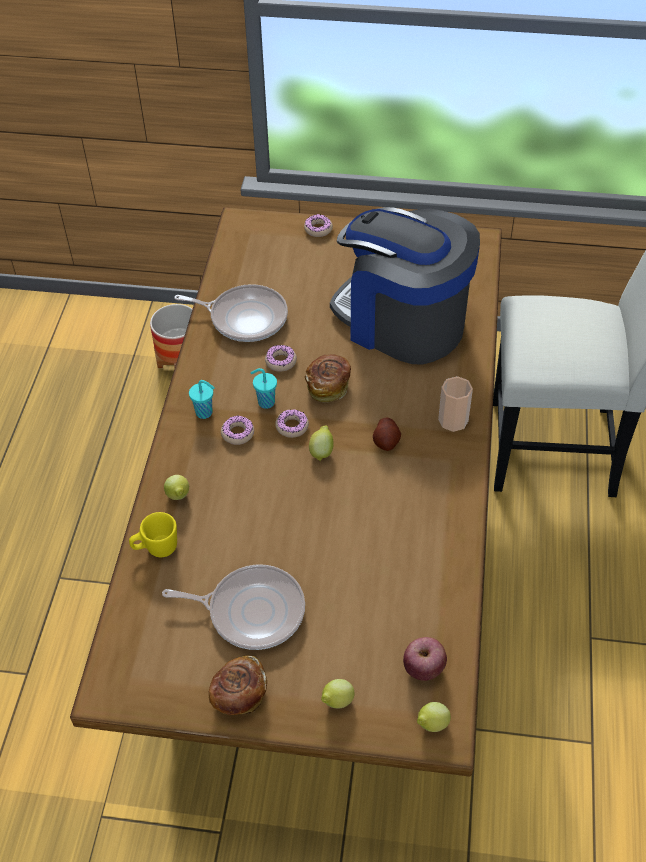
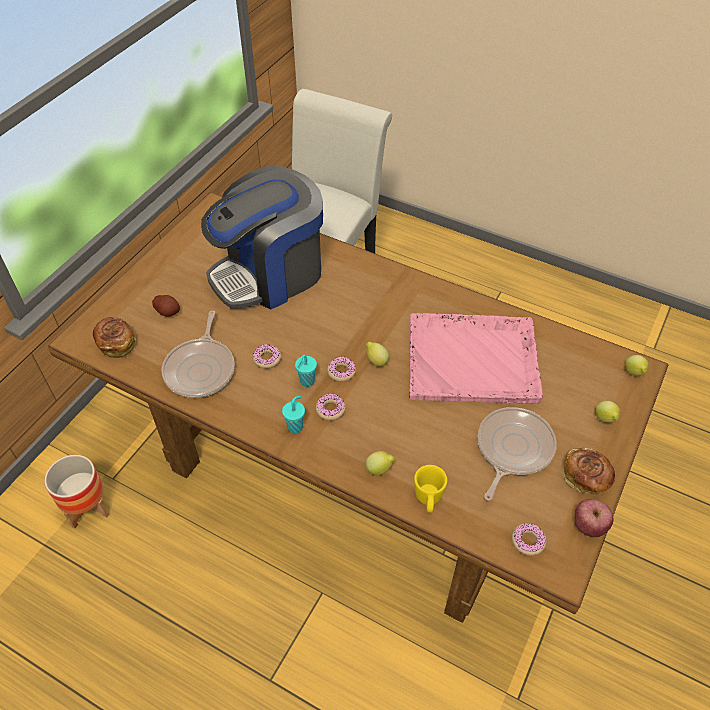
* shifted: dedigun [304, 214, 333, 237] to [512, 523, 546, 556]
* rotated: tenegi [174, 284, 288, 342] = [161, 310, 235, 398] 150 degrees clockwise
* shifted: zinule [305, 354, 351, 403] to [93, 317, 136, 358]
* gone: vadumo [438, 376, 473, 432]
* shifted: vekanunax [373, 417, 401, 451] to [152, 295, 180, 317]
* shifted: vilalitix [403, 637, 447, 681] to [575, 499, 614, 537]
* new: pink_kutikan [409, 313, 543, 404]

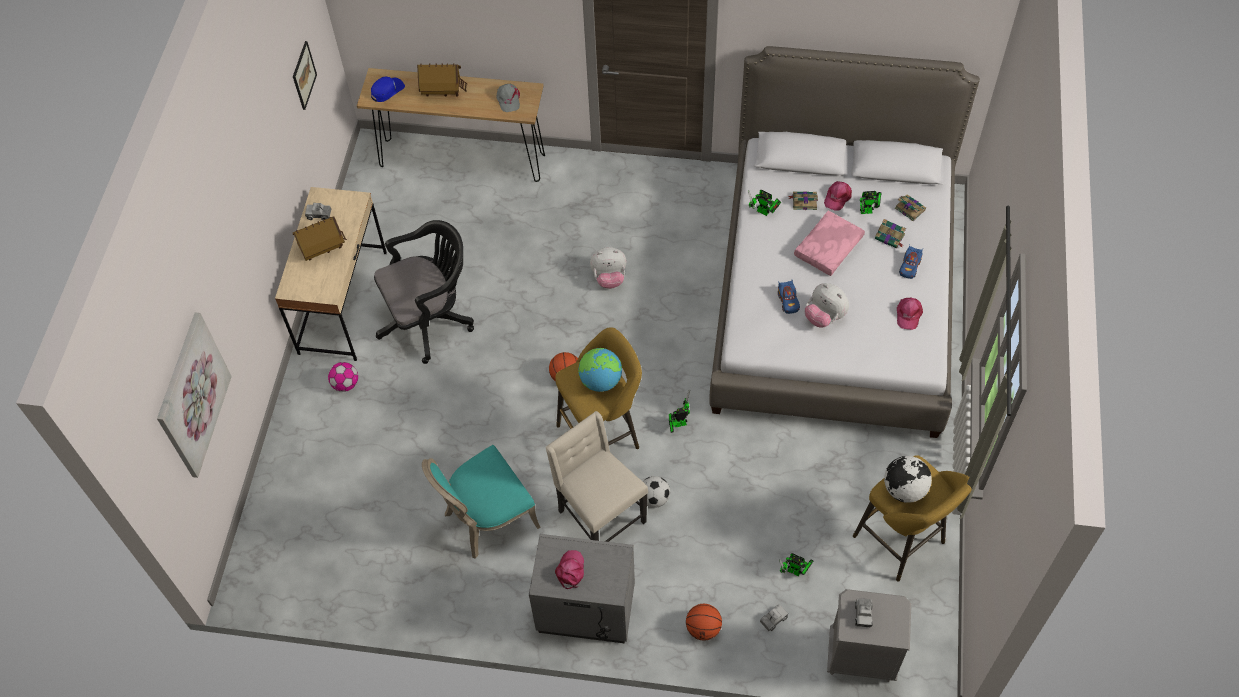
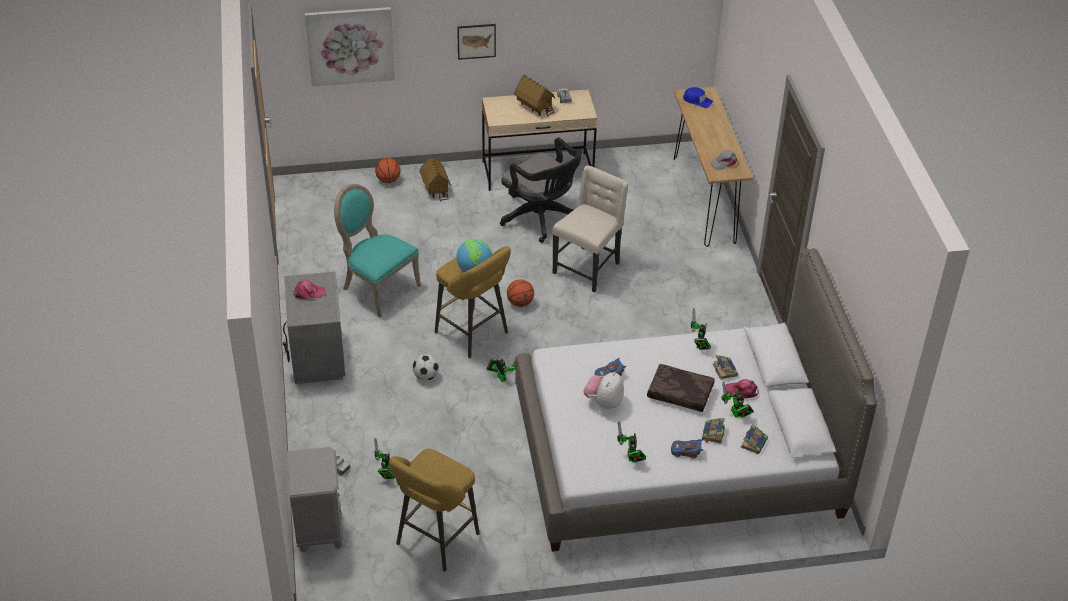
* shifted: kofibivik [293, 41, 317, 110] to [457, 24, 496, 60]
* shifted: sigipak [417, 64, 467, 97] to [420, 155, 451, 202]
* repainted: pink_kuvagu [794, 211, 865, 276] to brown_kuvagu [647, 364, 715, 412]
* gone: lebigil [590, 247, 626, 289]
* swapped: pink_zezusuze [897, 298, 923, 330] to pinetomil [617, 422, 646, 462]
* gone: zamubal [328, 362, 358, 392]
* shifted: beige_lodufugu [545, 411, 648, 542] to [552, 165, 629, 293]
* gone: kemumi [884, 456, 932, 503]
* gone: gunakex [855, 598, 873, 627]
* shifted: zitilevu [686, 604, 722, 641] to [375, 158, 401, 183]

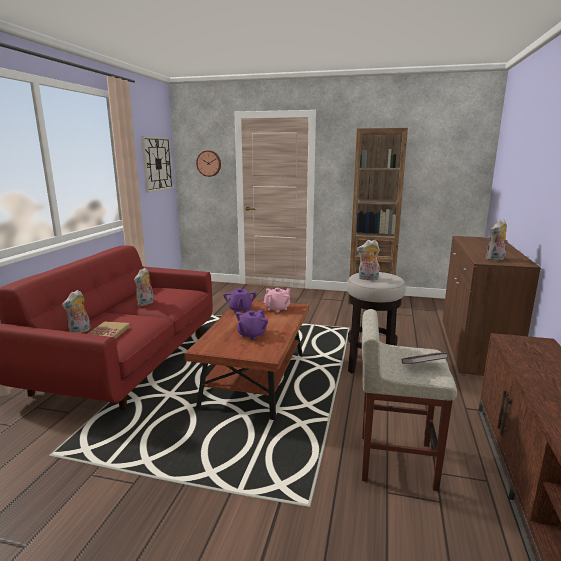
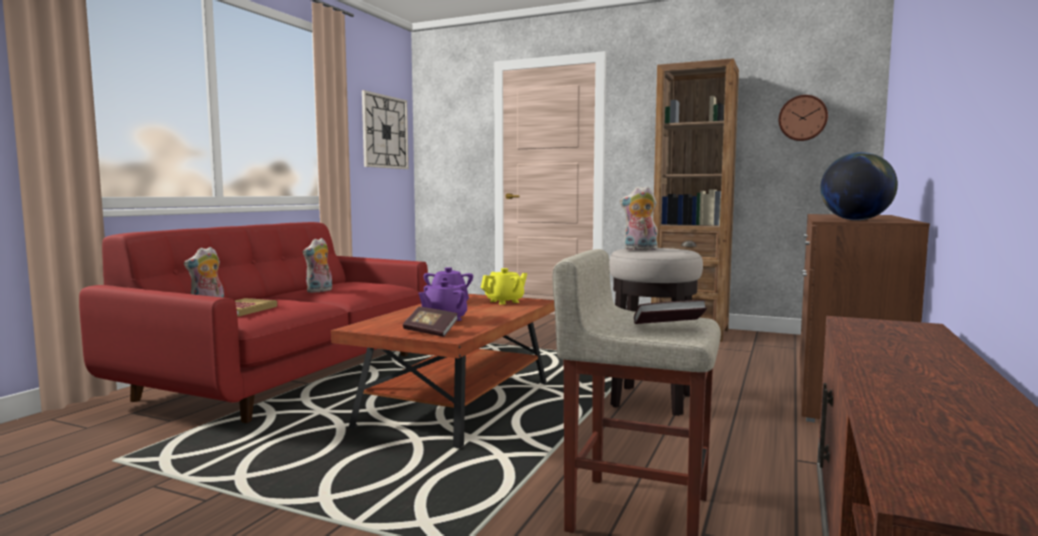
* shifted: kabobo [196, 150, 221, 177] to [779, 95, 828, 141]
* swapped: lebigil [485, 219, 510, 261] to kemumi [820, 152, 898, 220]
* repainted: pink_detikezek [264, 288, 290, 312] to yellow_detikezek [481, 268, 527, 305]
* new: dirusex [403, 307, 458, 337]

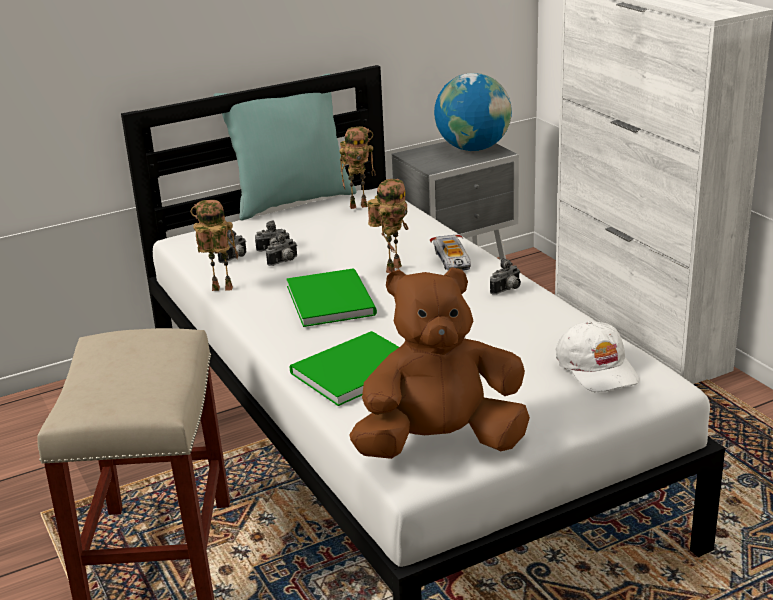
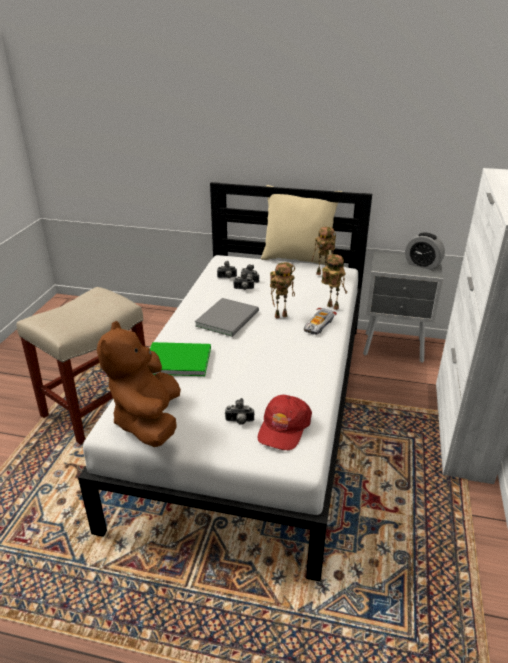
* repainted: turquoise_kuvagu [214, 73, 357, 221] to beige_kuvagu [261, 185, 342, 266]
* swapped: kemumi [434, 73, 512, 151] to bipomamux [405, 233, 445, 270]
* shifted: pinetomil [191, 200, 238, 291] to [321, 254, 347, 310]
* shifted: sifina [490, 258, 521, 295] to [225, 398, 254, 425]
* rotated: brown_lebigil [349, 267, 530, 459] = [97, 321, 181, 447] 120 degrees counterclockwise
* repainted: green_dirusex [286, 268, 377, 327] to grey_dirusex [195, 298, 259, 337]
* repainted: white_zezusuze [556, 321, 640, 392] to red_zezusuze [258, 395, 312, 450]

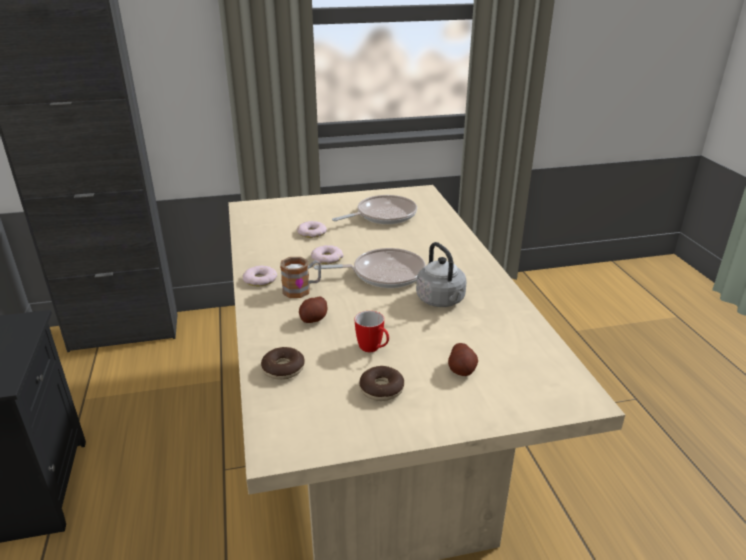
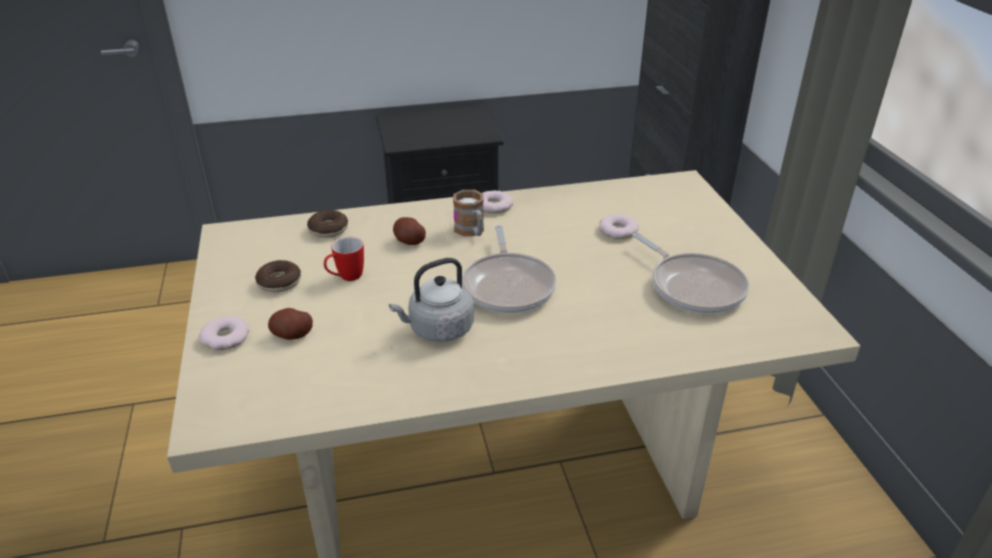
* shifted: dedigun [311, 245, 343, 264] to [199, 316, 249, 350]

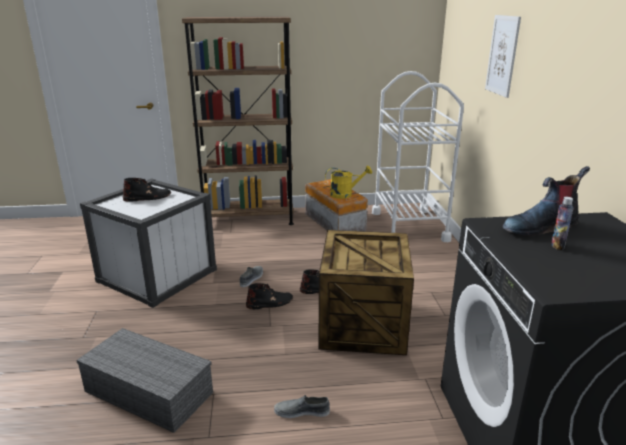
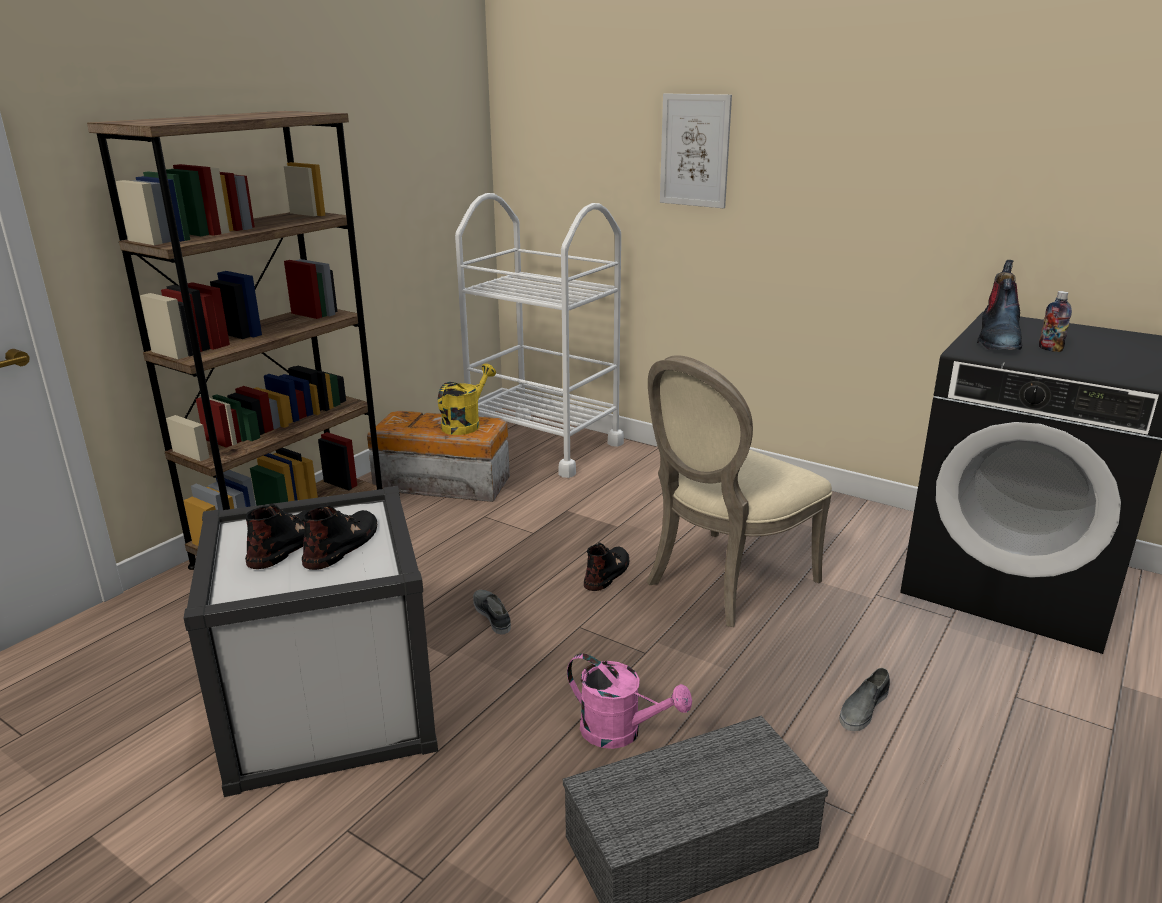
* swapped: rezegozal [318, 230, 414, 355] to beige_lodufugu [647, 355, 832, 627]
* shifted: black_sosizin [246, 283, 293, 309] to [302, 504, 377, 570]
* new: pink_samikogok [567, 653, 692, 749]

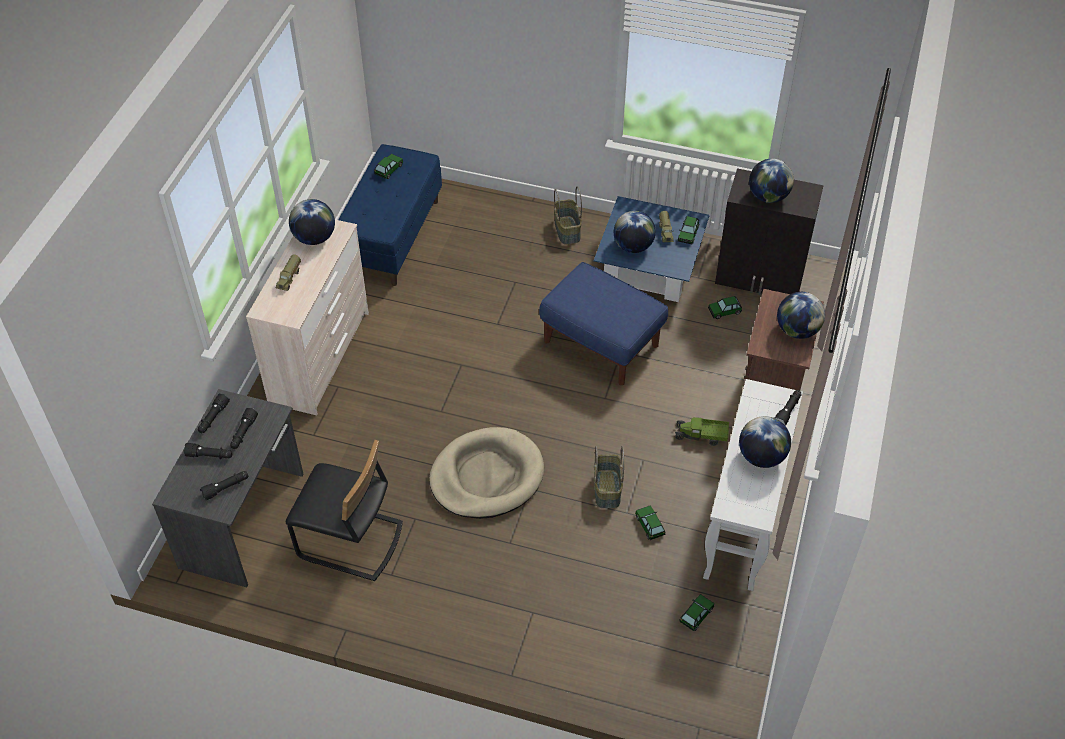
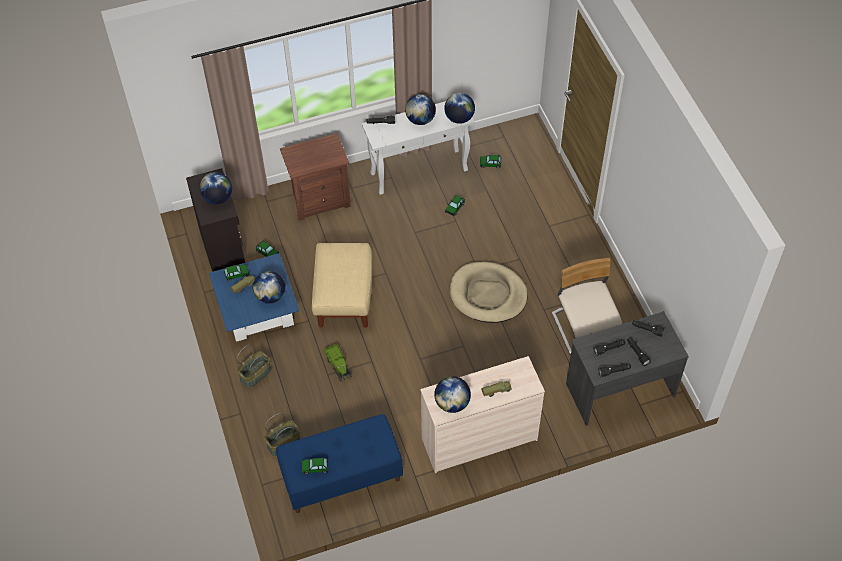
* repainted: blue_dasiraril [539, 262, 668, 385] to beige_dasiraril [312, 243, 372, 328]
* shifted: kemumi [777, 292, 825, 339] to [444, 93, 475, 124]
* shifted: gunakex [675, 417, 729, 446] to [324, 344, 352, 382]
* repainted: black_lodufugu [286, 440, 403, 581] to beige_lodufugu [552, 258, 623, 355]
* shifted: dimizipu [594, 446, 624, 508] to [264, 413, 301, 456]

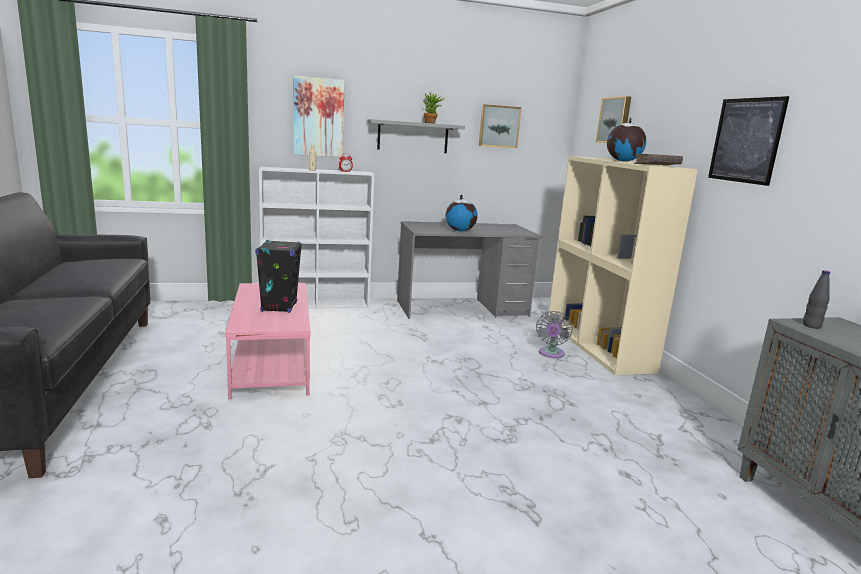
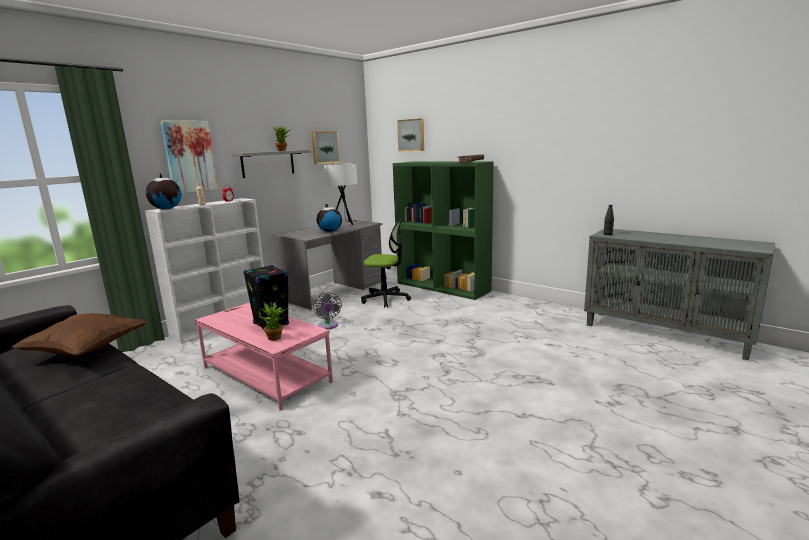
* gone: kofibivik [708, 96, 789, 186]
* shifted: kemumi [607, 117, 646, 162] to [146, 173, 181, 210]
* repainted: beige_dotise [547, 156, 698, 375] to green_dotise [393, 161, 494, 300]
* shifted: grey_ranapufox [536, 311, 572, 358] to [313, 292, 342, 330]
* new: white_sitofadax [324, 163, 358, 225]
* new: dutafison [361, 219, 411, 308]
* new: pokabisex [259, 301, 288, 341]
* new: brown_kuvagu [12, 313, 147, 356]

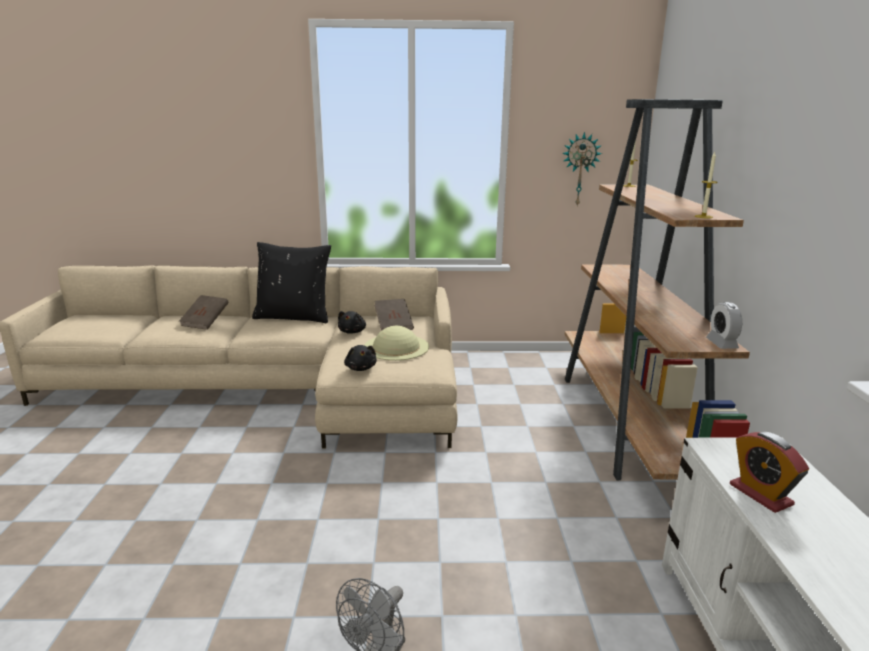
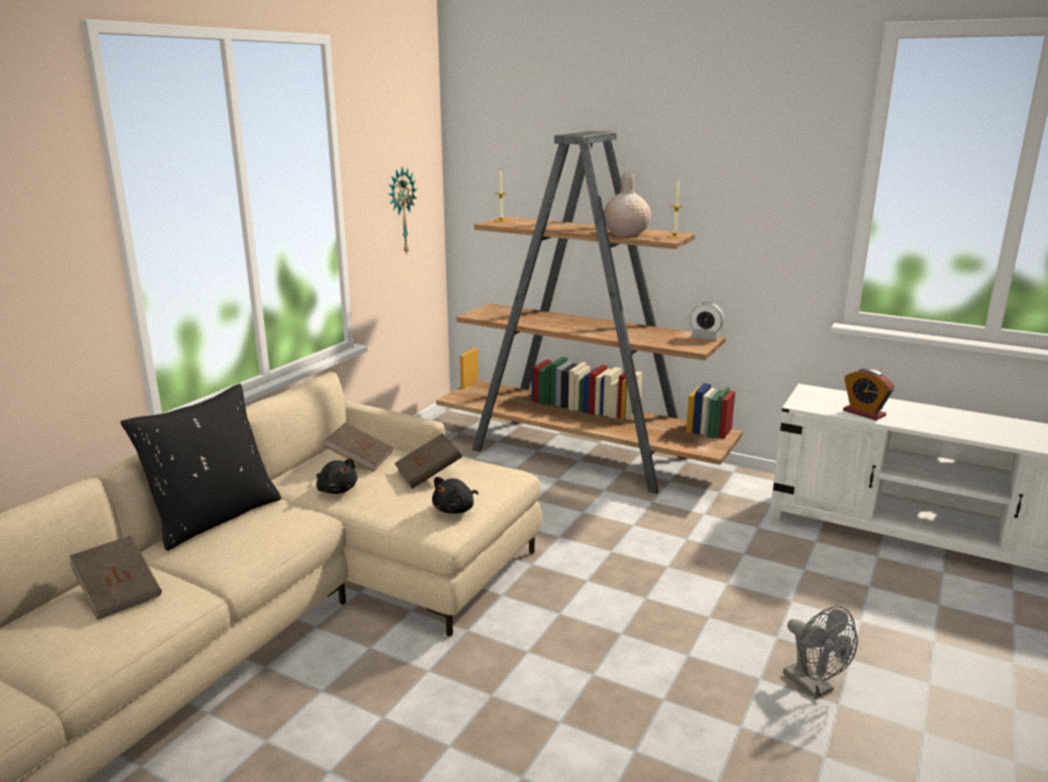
* swapped: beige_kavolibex [364, 326, 429, 361] to brown_dirusex [394, 433, 462, 489]
* rotated: black_lebigil [344, 345, 376, 371] = [432, 477, 478, 514] 120 degrees clockwise
* rotated: bipomamux [730, 431, 809, 513] = [843, 368, 894, 420] 45 degrees clockwise
* new: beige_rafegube [604, 173, 651, 236]

